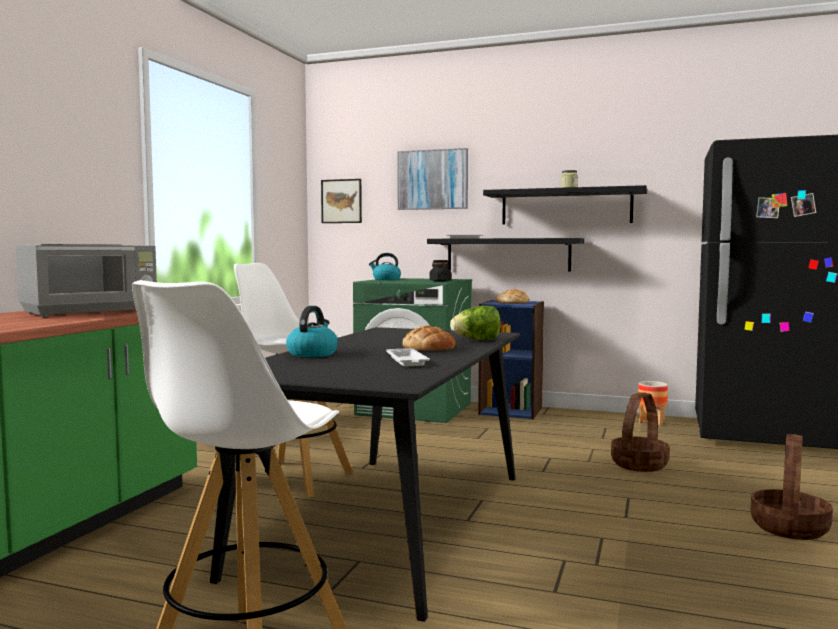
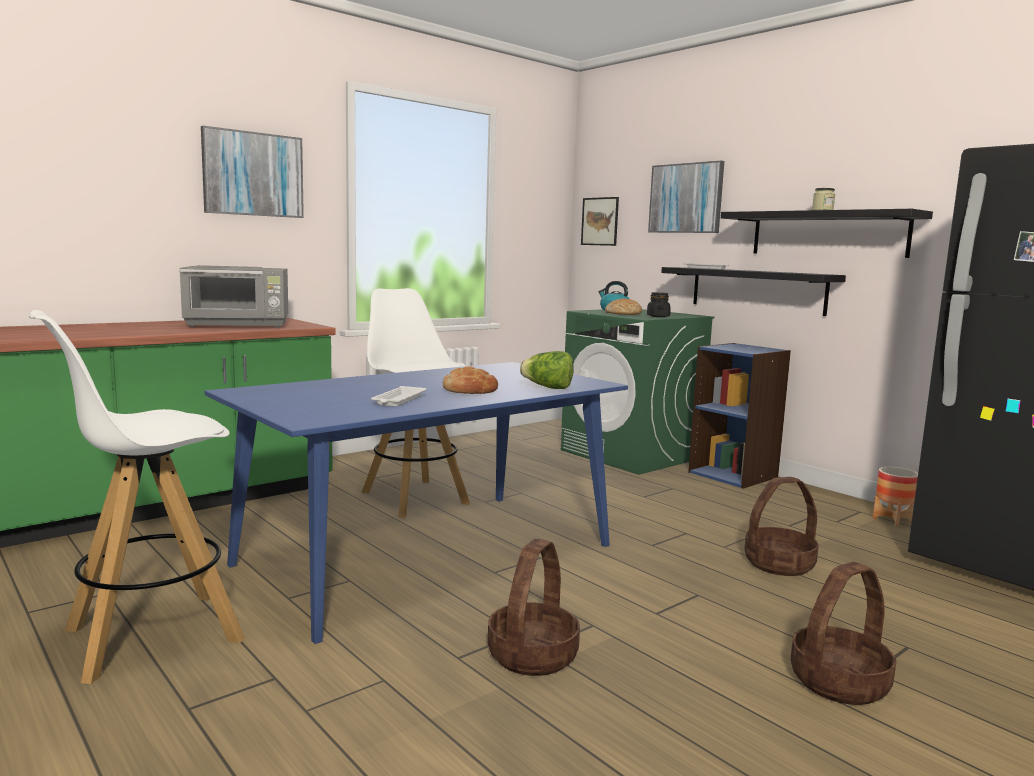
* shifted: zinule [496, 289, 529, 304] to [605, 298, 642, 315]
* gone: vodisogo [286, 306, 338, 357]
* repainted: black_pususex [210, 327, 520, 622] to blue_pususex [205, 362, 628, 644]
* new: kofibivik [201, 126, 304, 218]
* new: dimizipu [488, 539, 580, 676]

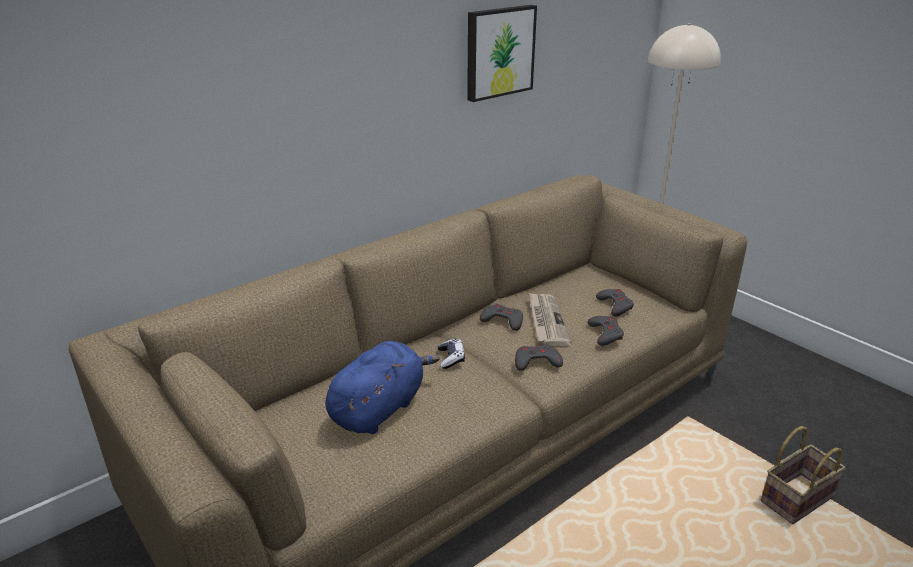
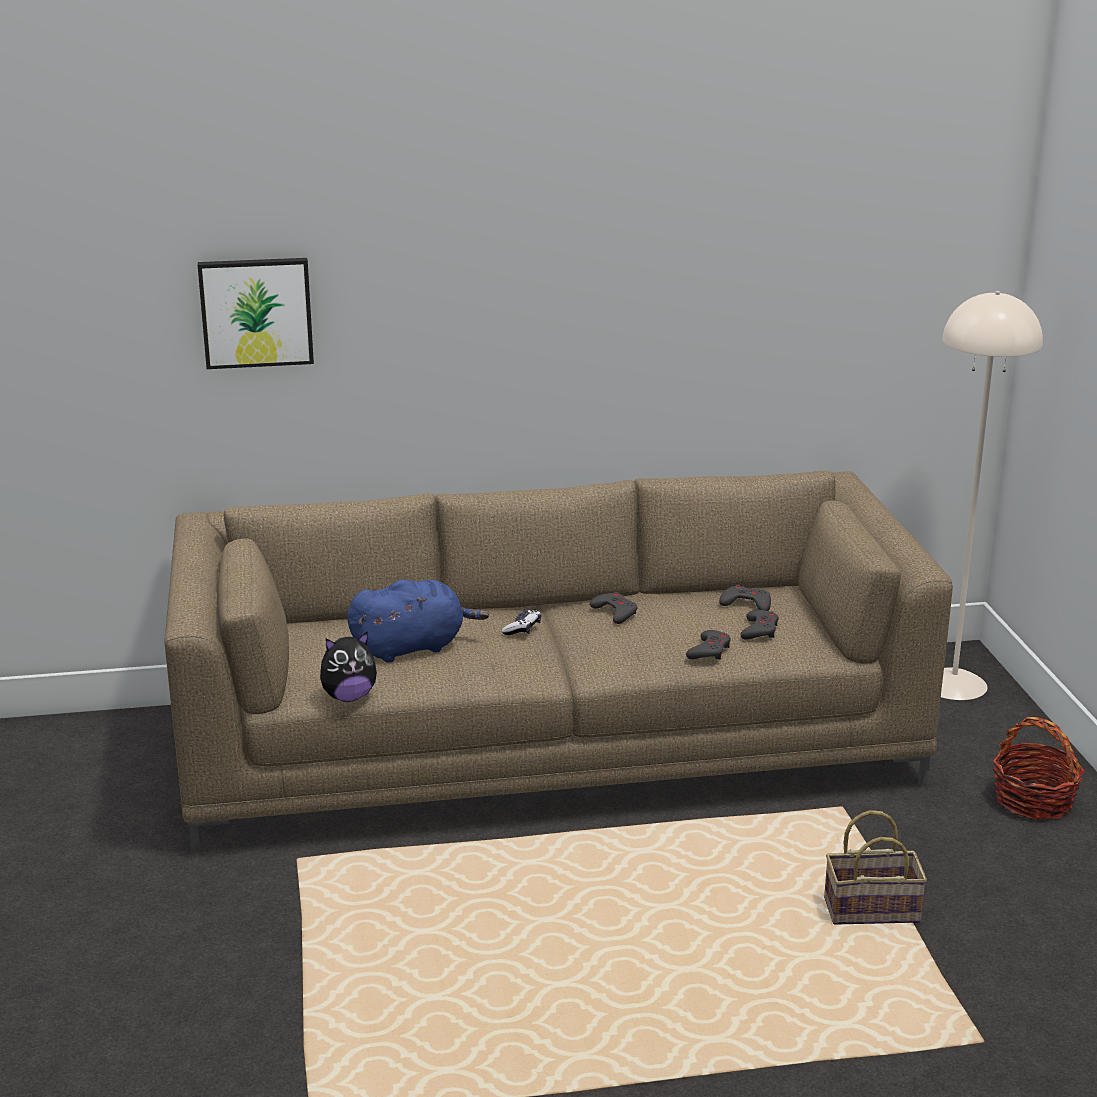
* shifted: kofibivik [467, 5, 537, 102] to [198, 258, 314, 369]
* gone: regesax [529, 292, 572, 346]
* shifted: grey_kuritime [515, 345, 563, 371] to [719, 584, 771, 611]
* new: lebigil [320, 631, 377, 702]
* new: dimizipu [993, 717, 1085, 820]

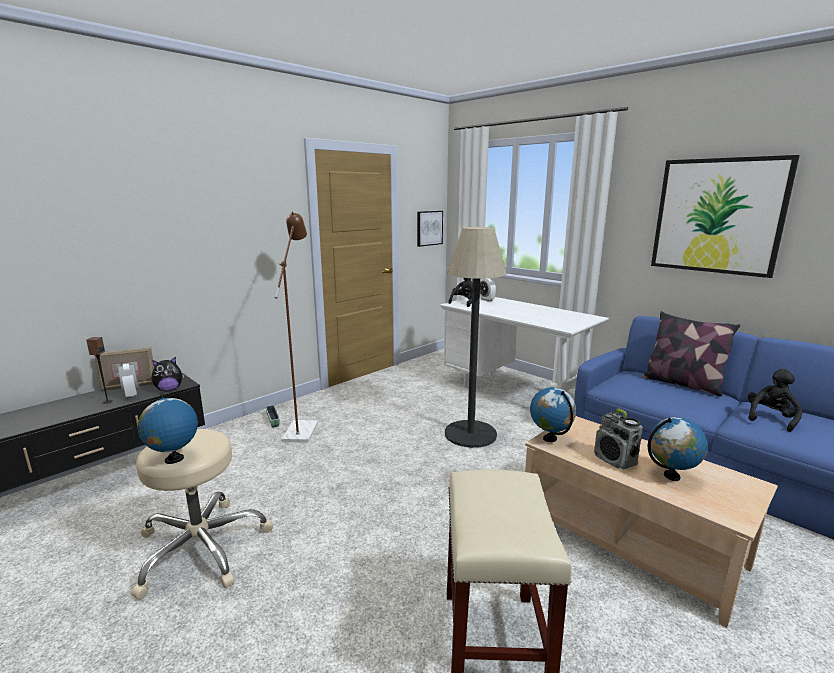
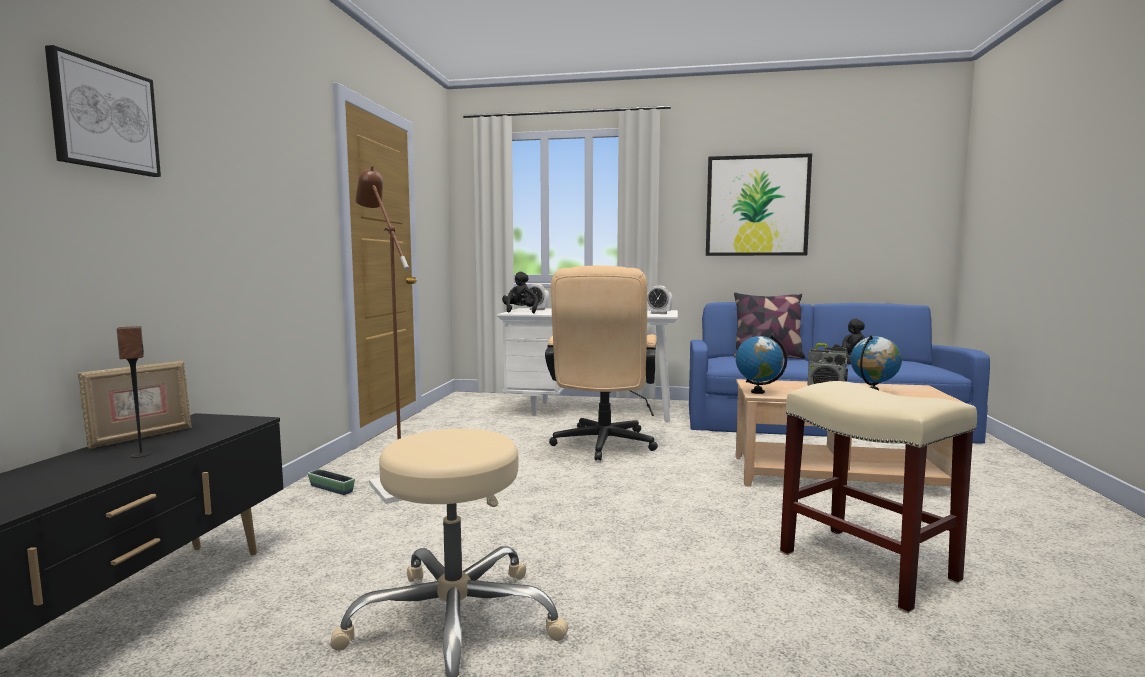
* shifted: kofibivik [417, 211, 443, 247] to [45, 45, 161, 177]
* swapped: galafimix [445, 227, 507, 448] to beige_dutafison [545, 266, 658, 461]
* gone: lebigil [152, 357, 185, 391]
* shifted: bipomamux [118, 363, 139, 399] to [647, 286, 672, 314]
* gone: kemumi [138, 394, 198, 464]

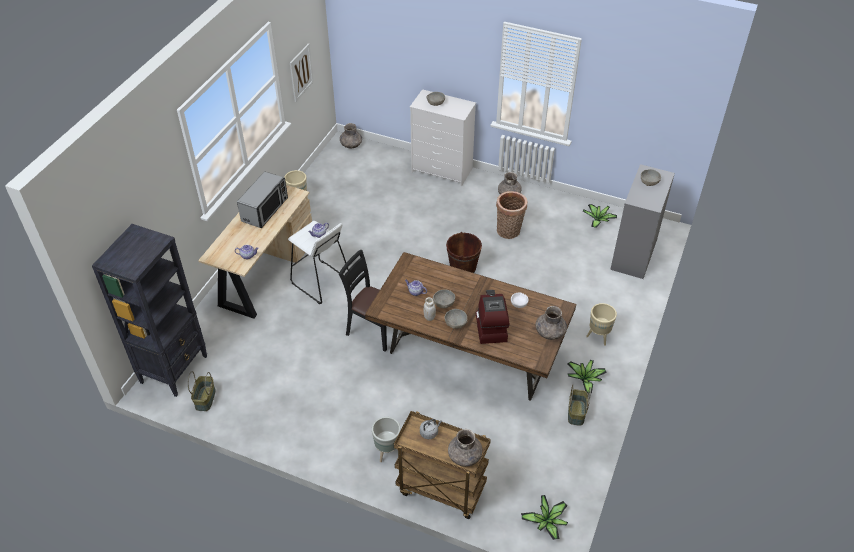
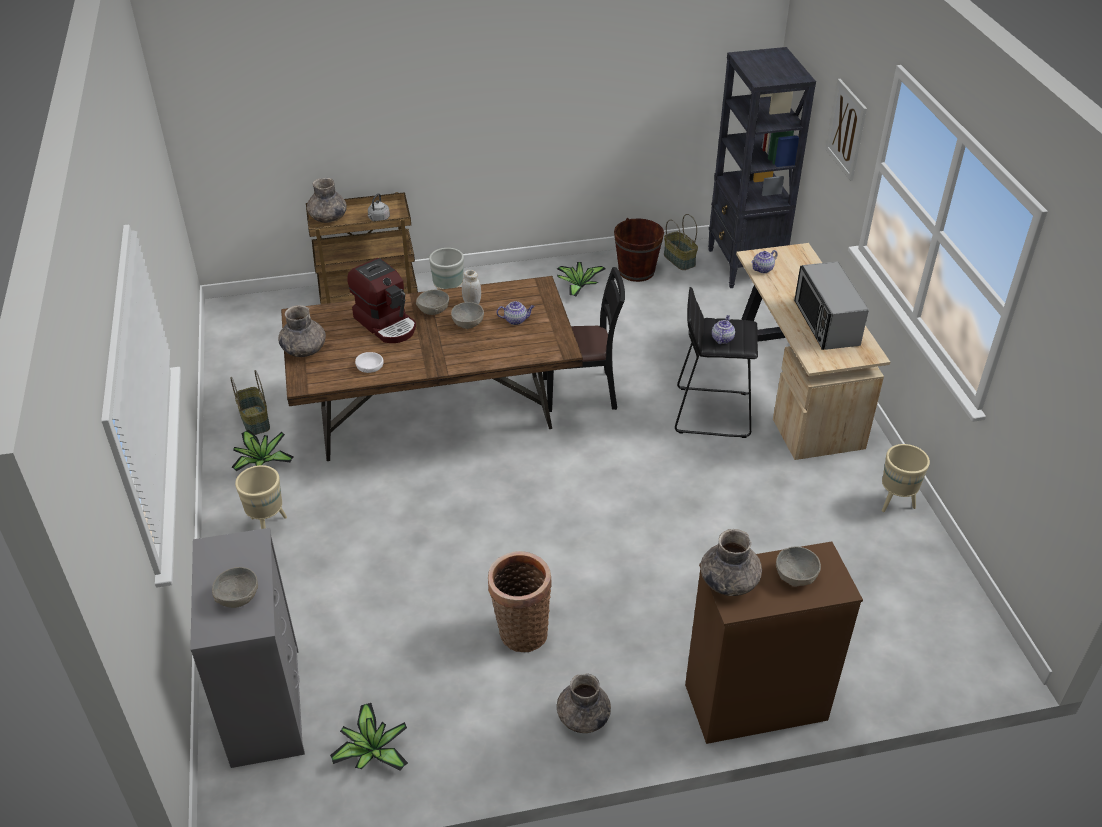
* shifted: kofibivik [290, 43, 314, 102] to [825, 79, 867, 181]
* repainted: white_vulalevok [410, 89, 476, 186] to brown_vulalevok [685, 541, 863, 744]
* shifted: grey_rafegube [340, 123, 362, 148] to [700, 529, 762, 596]
* repainted: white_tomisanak [288, 221, 349, 304] to black_tomisanak [675, 287, 758, 438]
* shifted: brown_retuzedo [446, 232, 482, 273] to [614, 218, 664, 282]
* shifted: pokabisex [521, 495, 568, 540] to [557, 262, 605, 296]

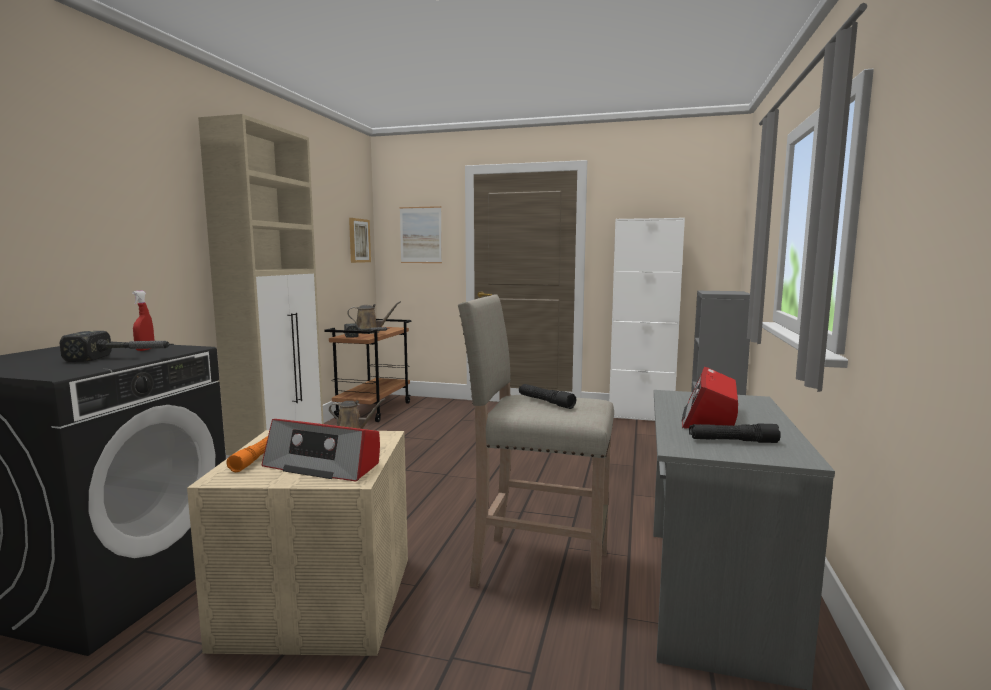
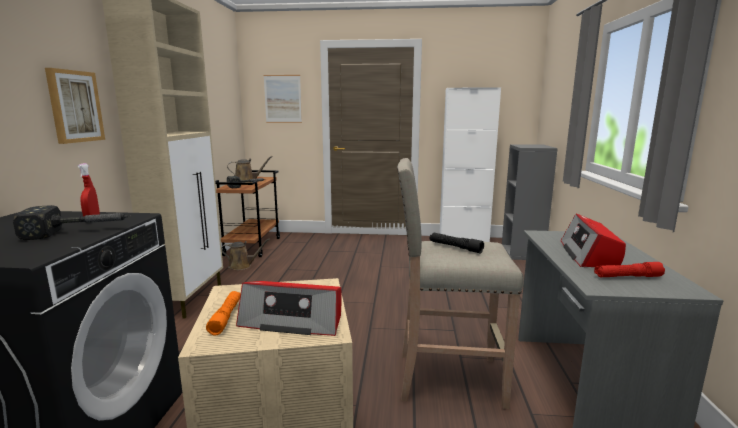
* shifted: kofibivik [349, 218, 371, 263] to [45, 68, 105, 144]
* repainted: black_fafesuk [689, 423, 781, 443] to red_fafesuk [594, 262, 665, 277]

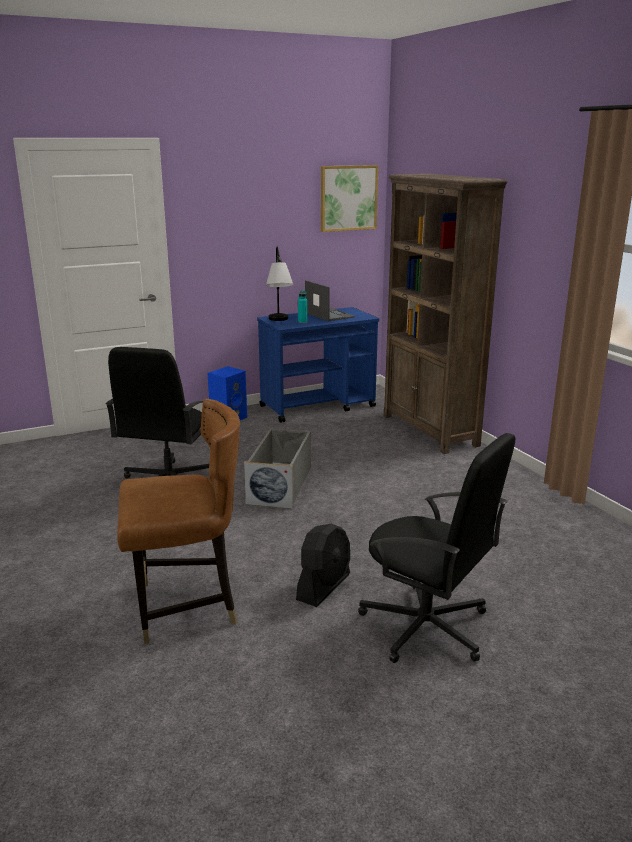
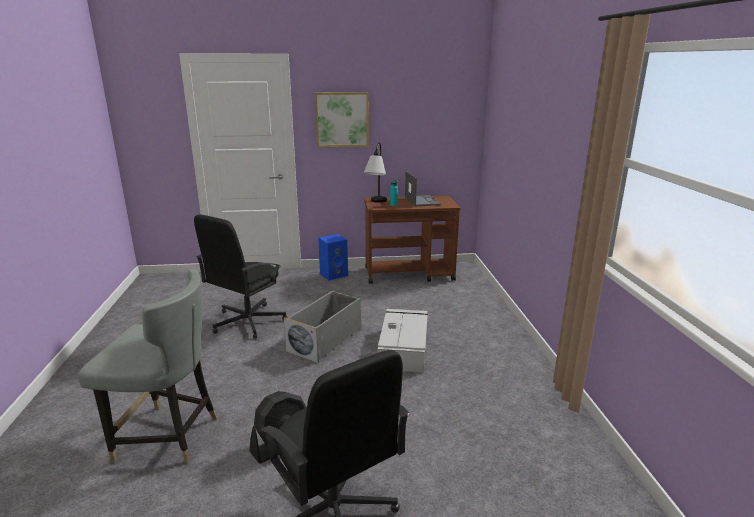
* shifted: kofibivik [321, 165, 379, 232] to [315, 92, 369, 147]
* gone: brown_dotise [384, 174, 508, 454]
* repainted: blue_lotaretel [257, 307, 379, 423] to brown_lotaretel [364, 196, 461, 284]
* repainted: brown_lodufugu [117, 399, 240, 644] to grey_lodufugu [78, 269, 217, 463]
* new: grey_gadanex [378, 309, 428, 373]

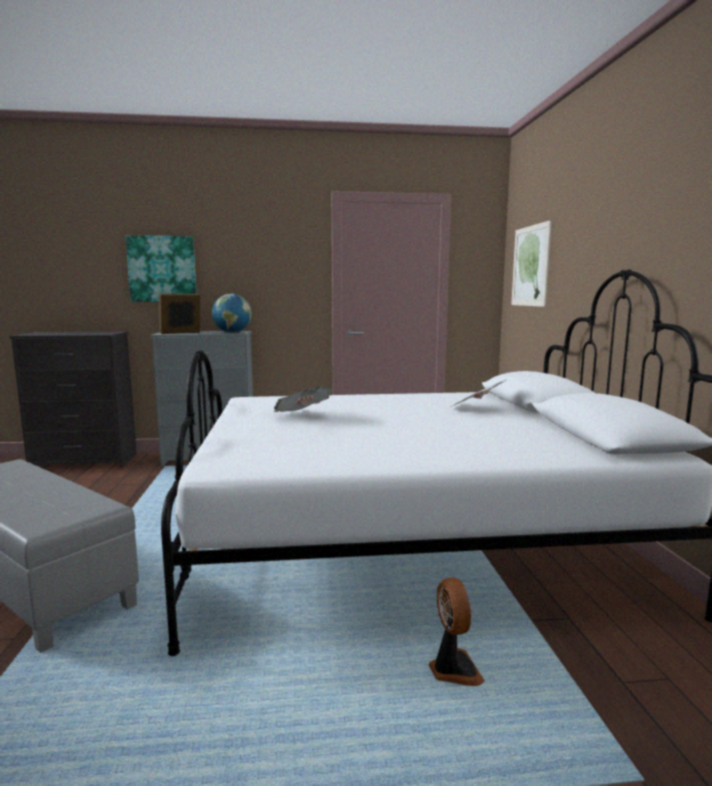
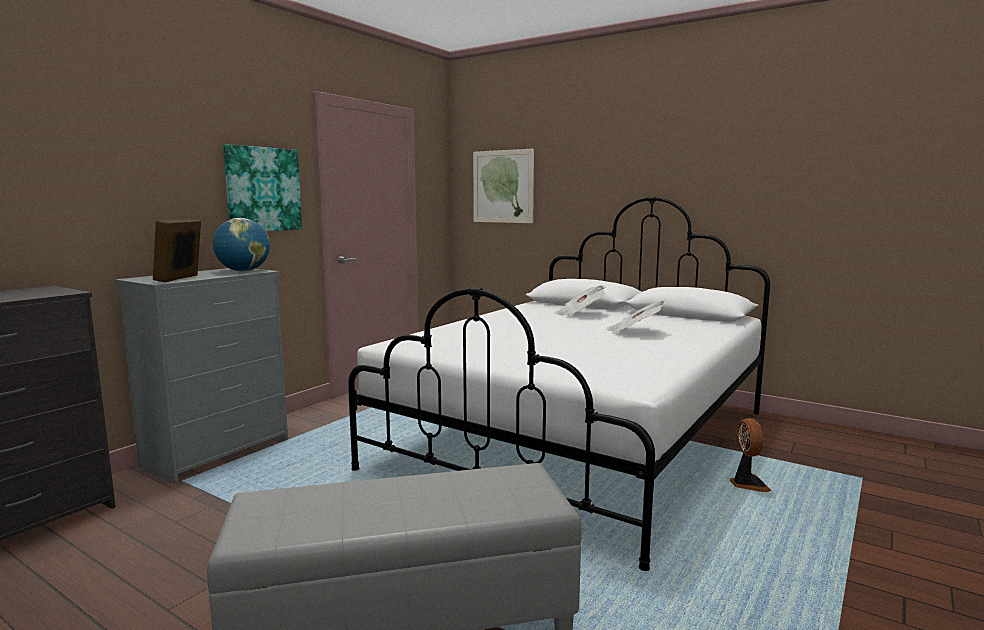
* shifted: kofibivik [126, 235, 196, 302] to [223, 144, 302, 231]
* shifted: regesax [273, 387, 331, 412] to [606, 300, 667, 332]
* rotated: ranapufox [429, 577, 485, 686] = [729, 418, 772, 492] 60 degrees clockwise

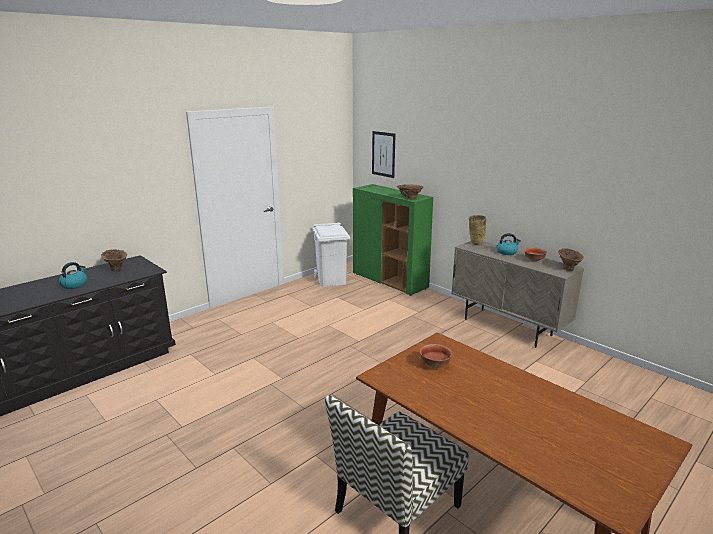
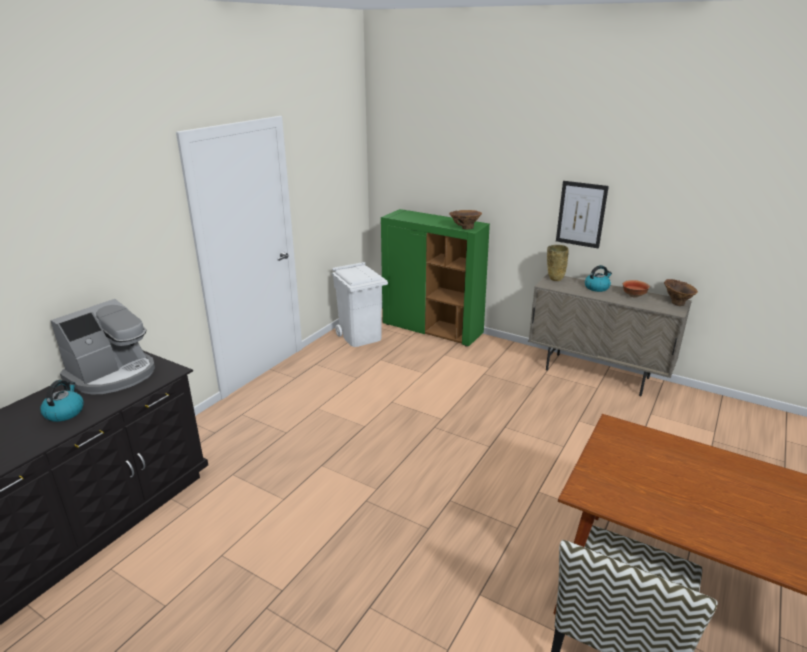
* shifted: kofibivik [372, 131, 396, 178] to [556, 181, 609, 249]
* swapped: brown_rafegube [101, 249, 127, 272] to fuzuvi [50, 299, 155, 394]
* gone: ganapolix [420, 344, 452, 368]

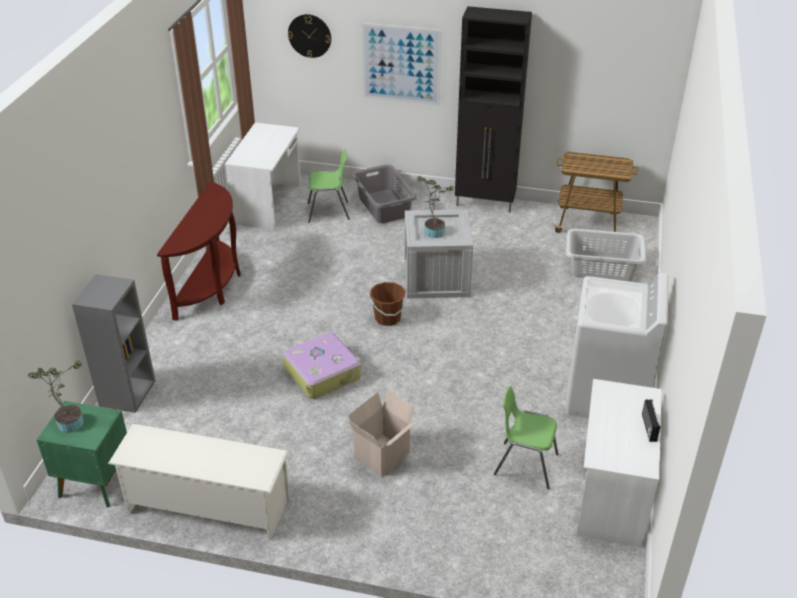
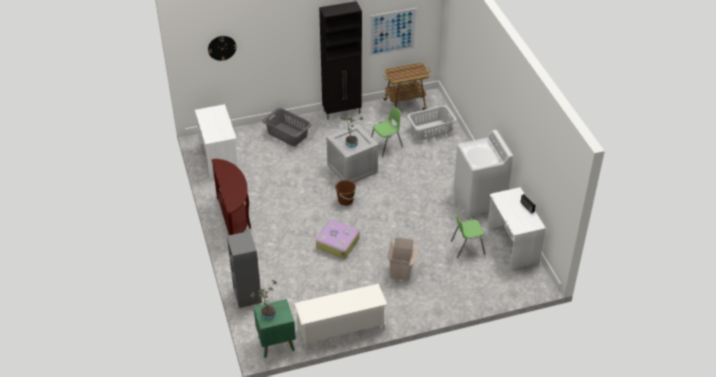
* shifted: kofibivik [361, 23, 442, 105] to [369, 8, 417, 57]
* shifted: green_lodufugu [308, 149, 350, 223] to [371, 106, 403, 157]

